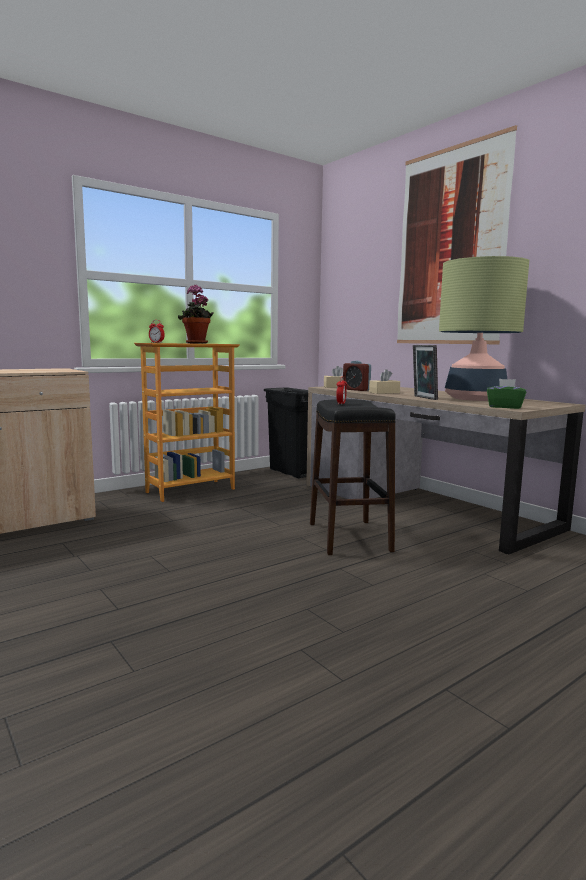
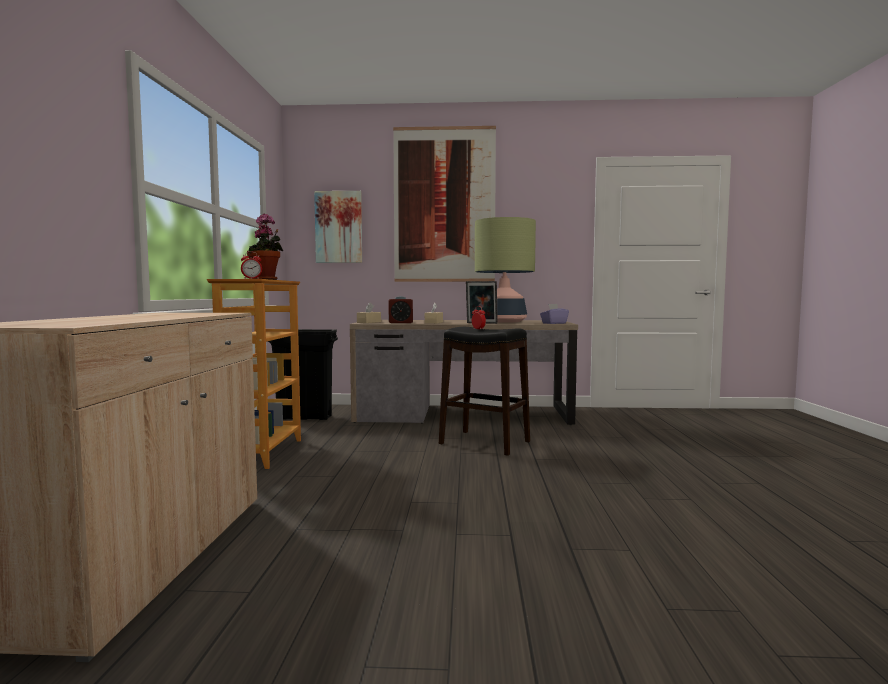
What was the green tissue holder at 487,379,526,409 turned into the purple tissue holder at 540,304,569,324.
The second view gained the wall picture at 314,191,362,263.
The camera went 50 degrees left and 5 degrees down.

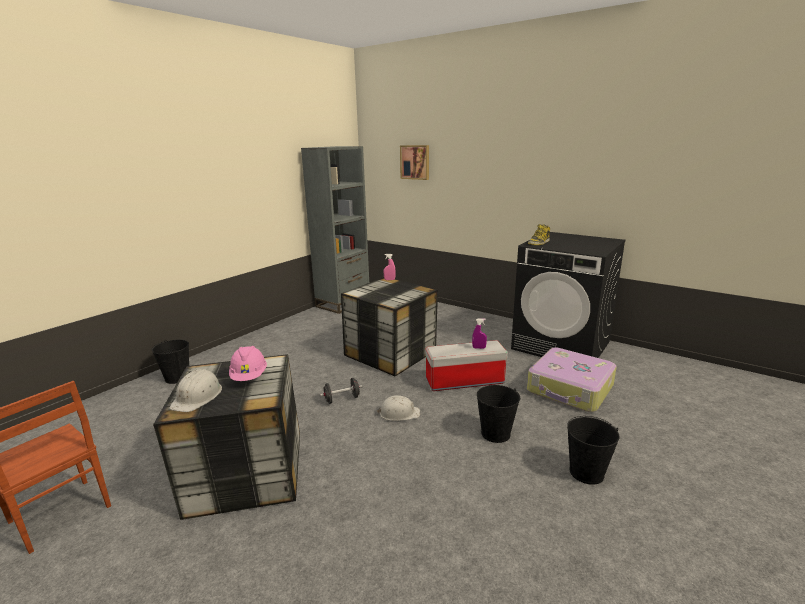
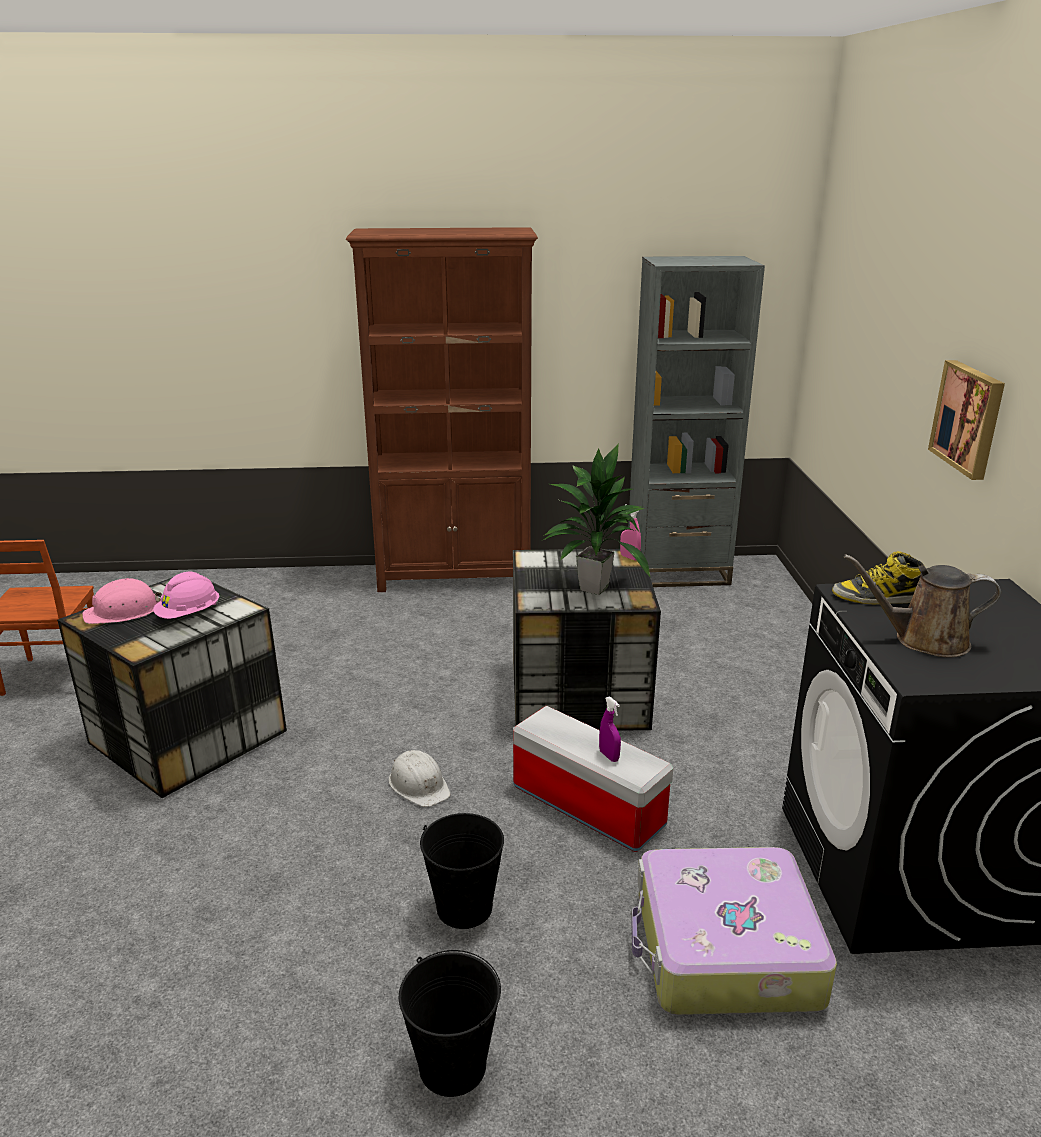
The wall picture ended up elsewhere, having gone from 400,145,429,180 to 928,360,1005,480.
The second view lost the black bucket at 151,340,189,384.
What was the white work helmet at 170,369,222,412 turned into the pink-coloured work helmet at 82,578,162,624.
The second view lost the black dumbbell at 320,378,362,404.
The second view gained the brown-coloured shelving unit at 346,227,538,592.
The second view gained the houseplant at 541,443,651,595.
The second view gained the brown-coloured watering can at 844,554,1001,658.
The camera went 50 degrees right and 5 degrees up.

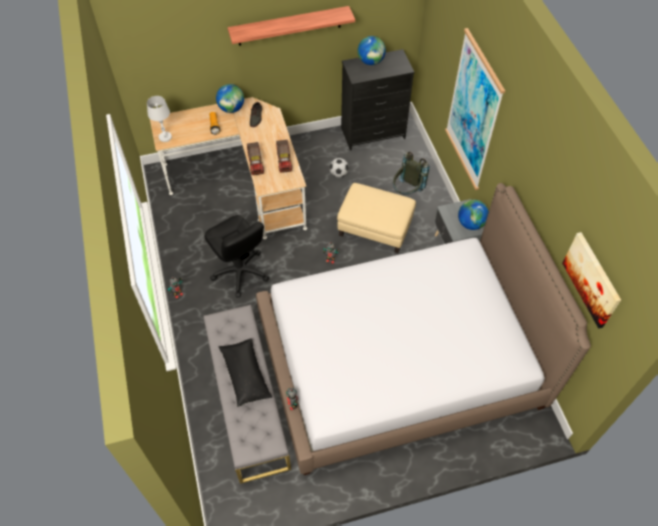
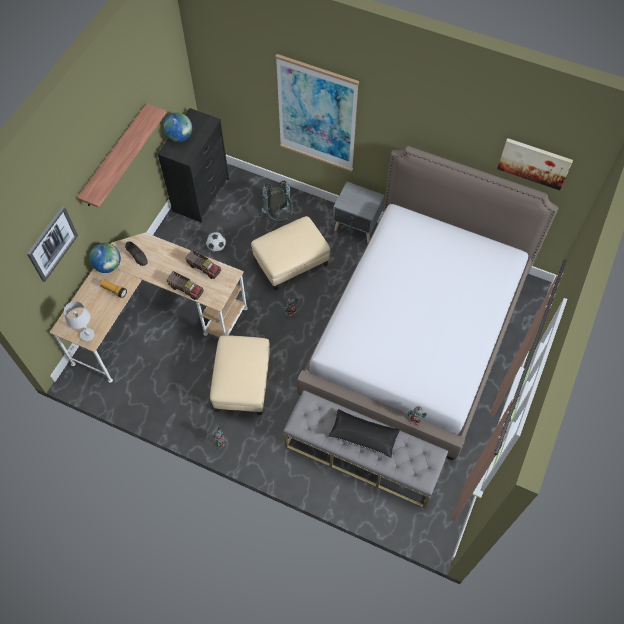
The second view lost the world globe at 458,200,489,230.
Where the black office chair stood at 205,215,269,298, the sand-coloured footrest came to stand at 210,335,270,415.
The second view gained the wall picture at 27,206,78,282.
The camera went 50 degrees left and 5 degrees up.

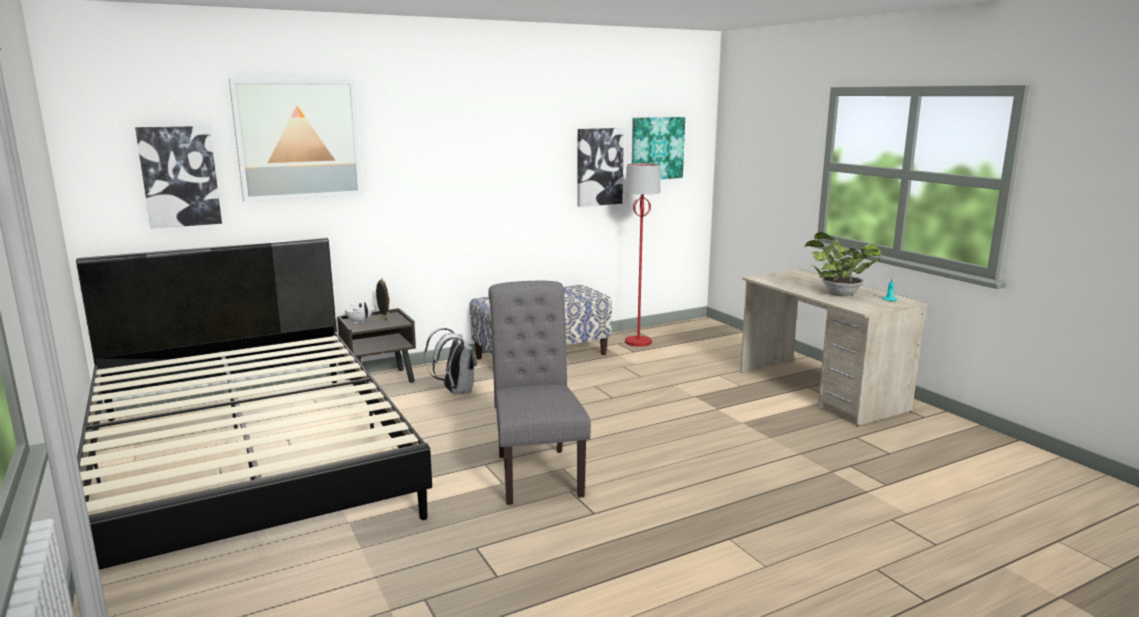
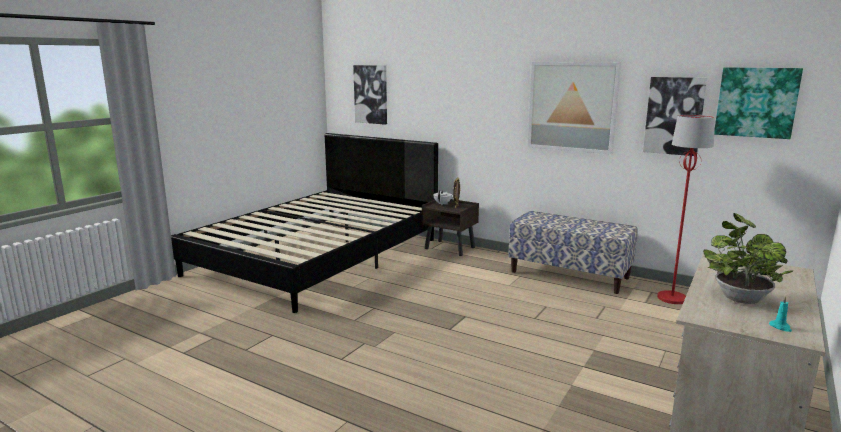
The wall picture ended up elsewhere, having gone from 229,78,363,202 to 527,62,621,154.
The second view lost the grey upright chair at 488,281,591,505.
The second view lost the white backpack at 424,328,477,395.
The camera went 60 degrees right and 0 degrees up.

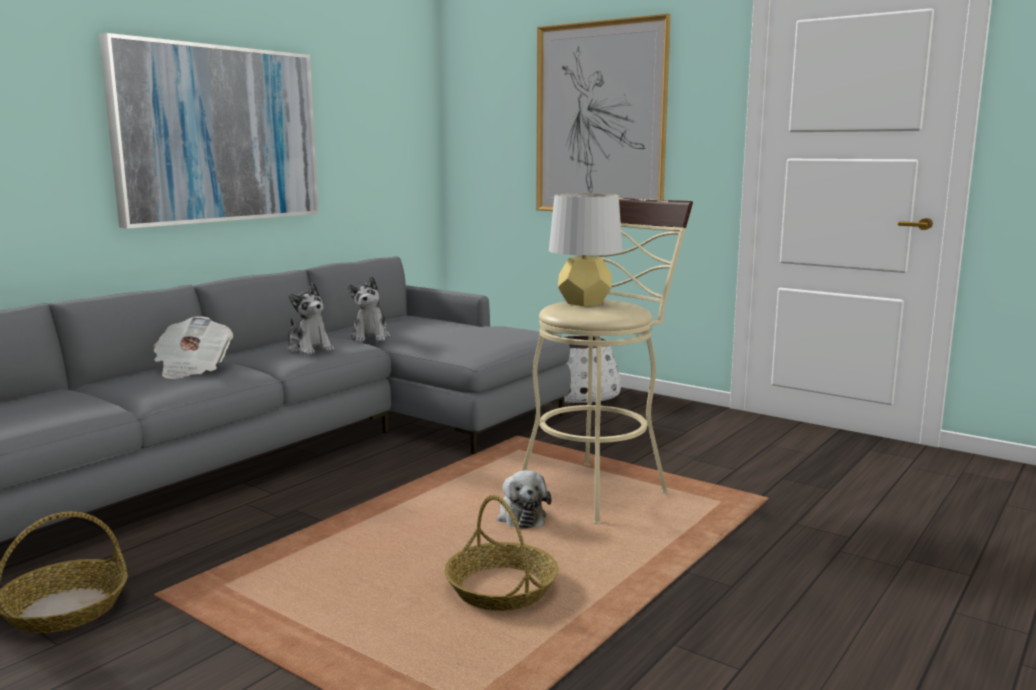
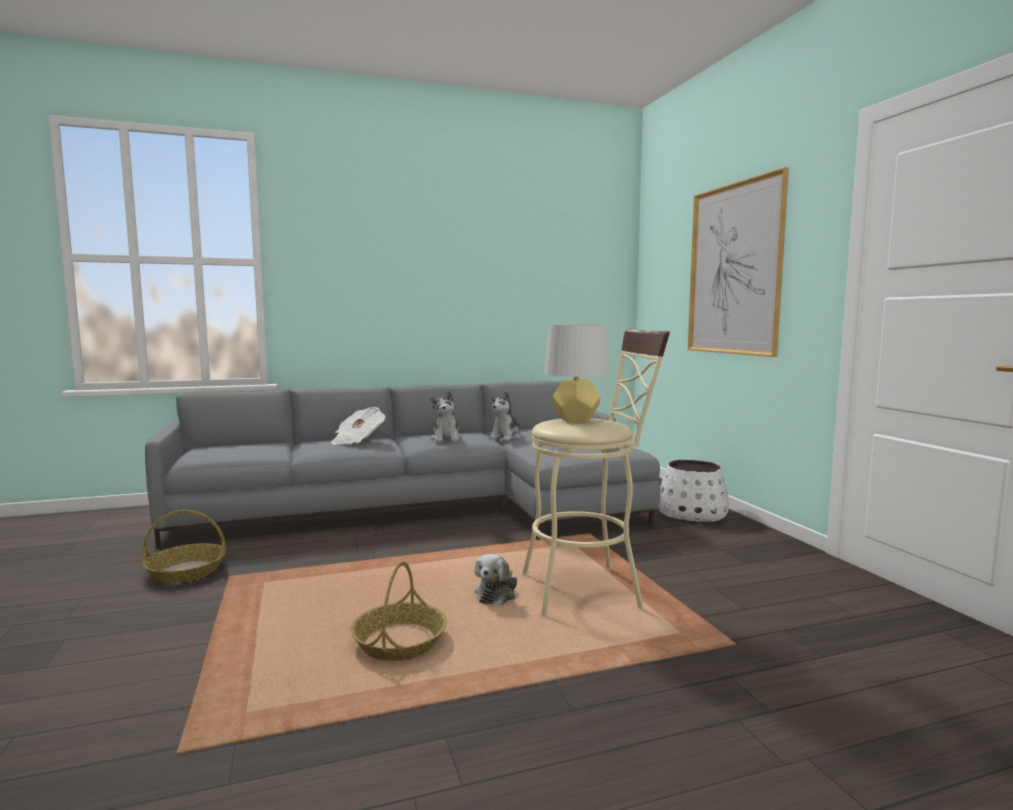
The second view lost the wall picture at 99,33,318,229.
The camera went 35 degrees right and 5 degrees down.

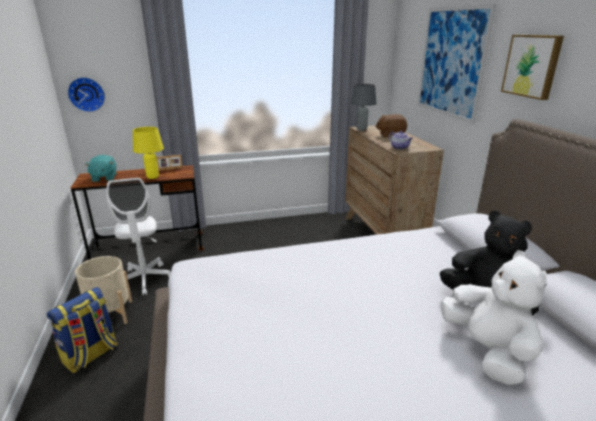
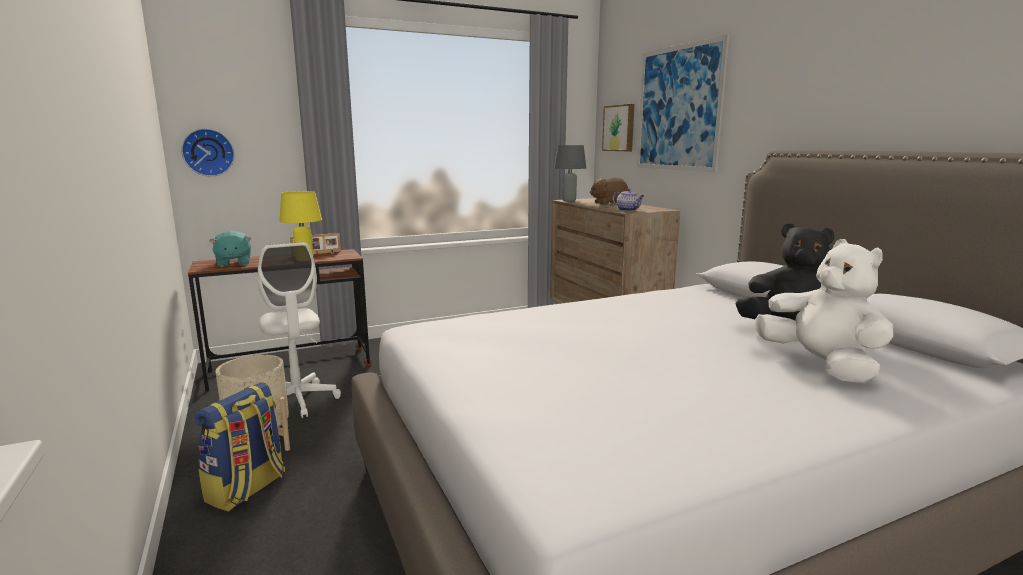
The wall picture ended up elsewhere, having gone from 501,35,564,100 to 602,104,635,151.
The camera went 10 degrees left and 10 degrees down.

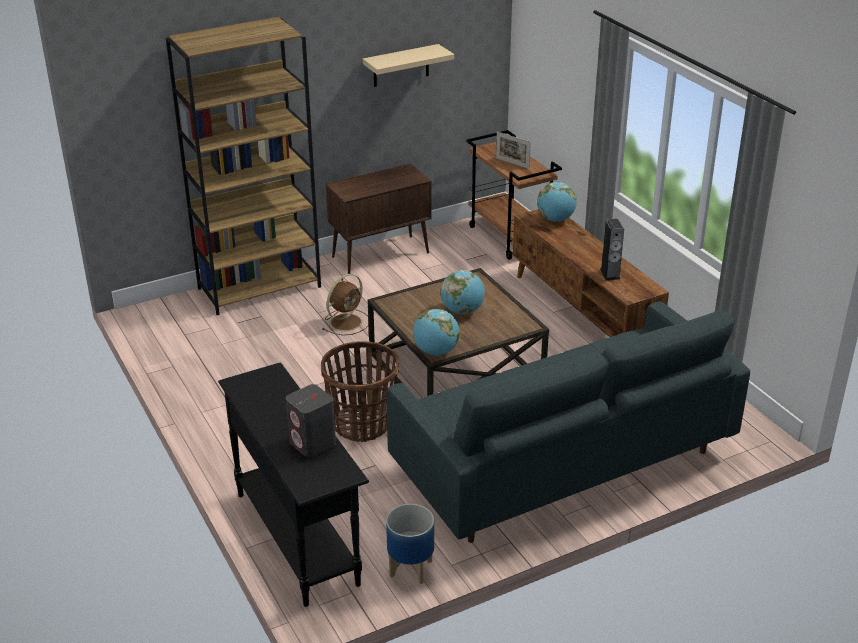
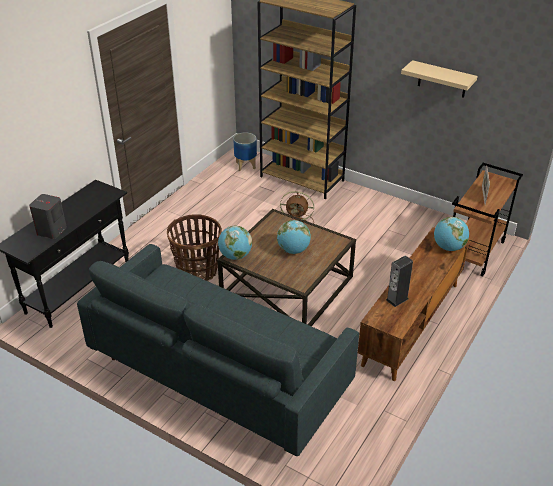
The second view lost the brown-coloured cupboard at 326,164,432,274.
The plant pot ended up elsewhere, having gone from 386,504,434,584 to 233,132,257,171.
The camera went 60 degrees right and 5 degrees up.

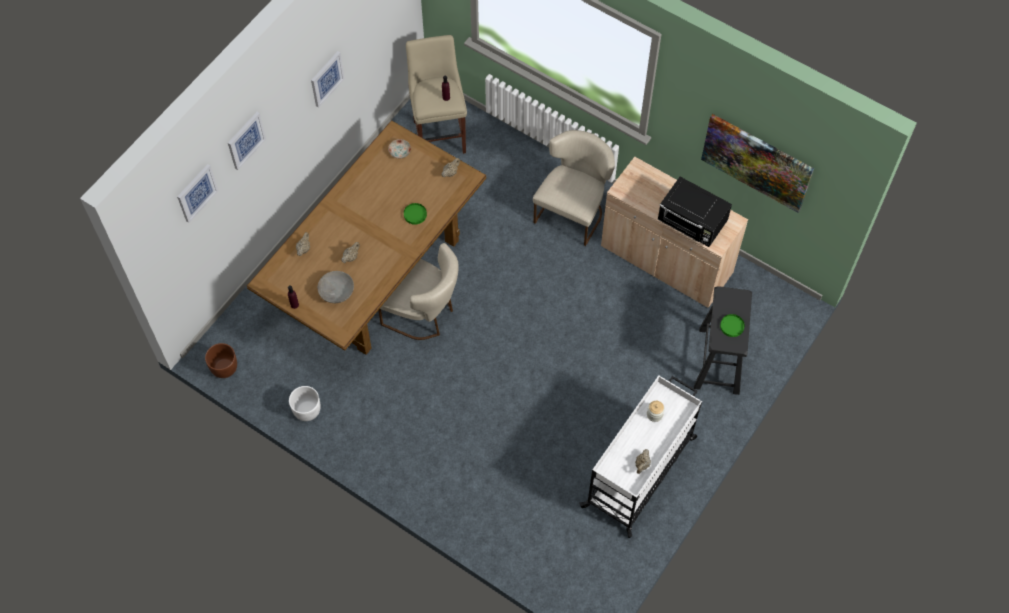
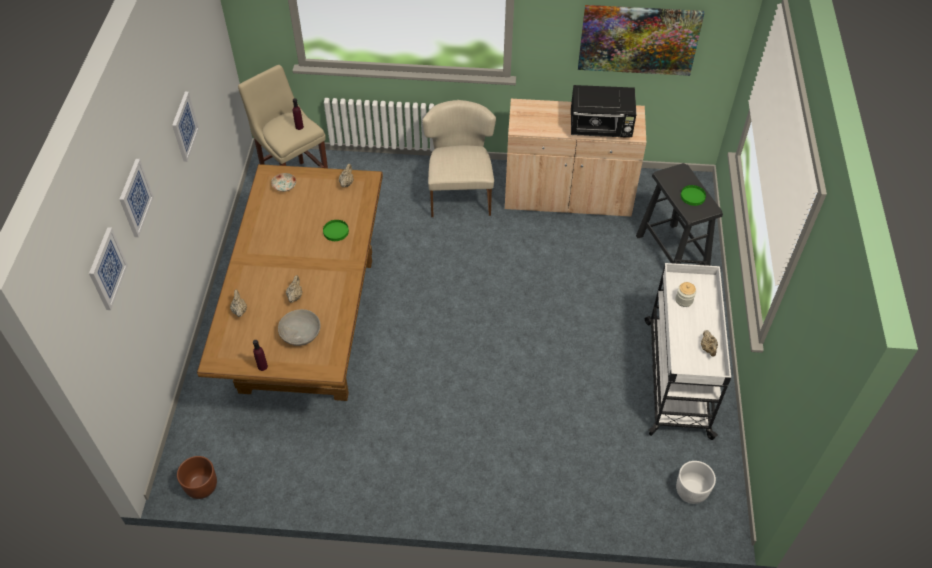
The second view lost the sand-coloured upright chair at 378,243,459,340.
The white plant pot ended up elsewhere, having gone from 289,386,320,421 to 676,461,716,504.
The camera went 30 degrees left and 10 degrees down.

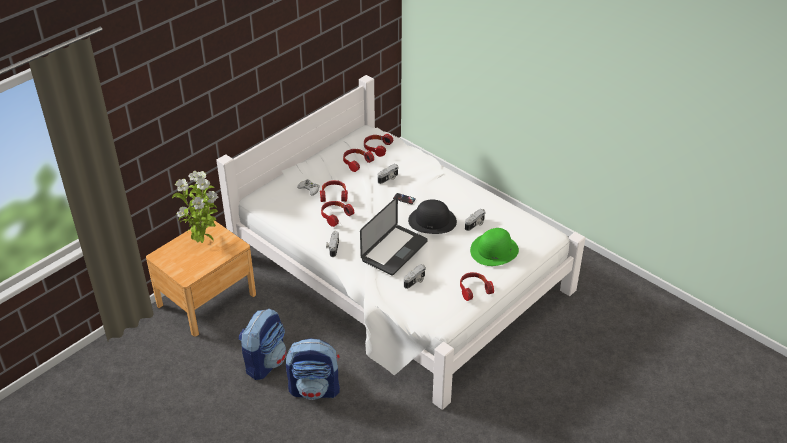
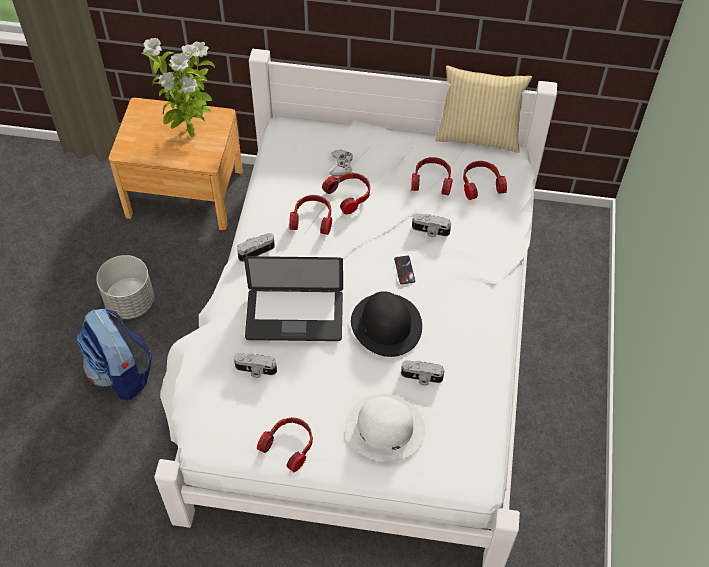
What was the green hat at 470,228,519,266 turned into the white hat at 345,393,425,462.
Where the backpack stood at 239,308,287,380, the grey plant pot came to stand at 96,255,154,319.
The second view gained the cushion at 435,66,532,153.
The camera went 55 degrees right and 15 degrees up.

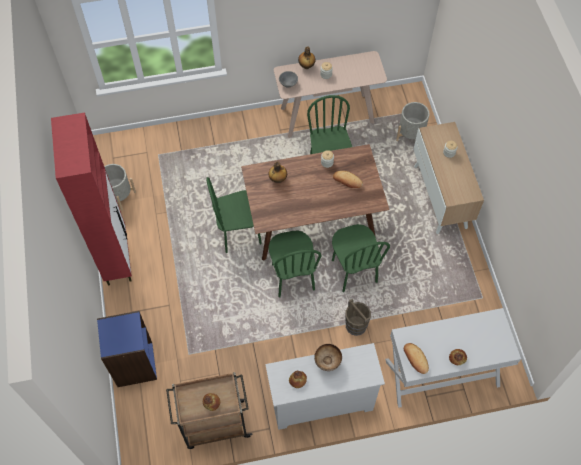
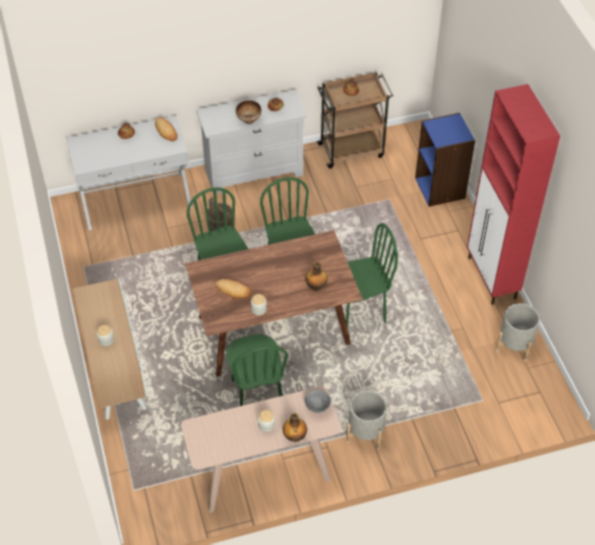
The grey plant pot ended up elsewhere, having gone from 396,102,429,141 to 346,390,387,450.
The camera went 175 degrees right and 10 degrees down.

